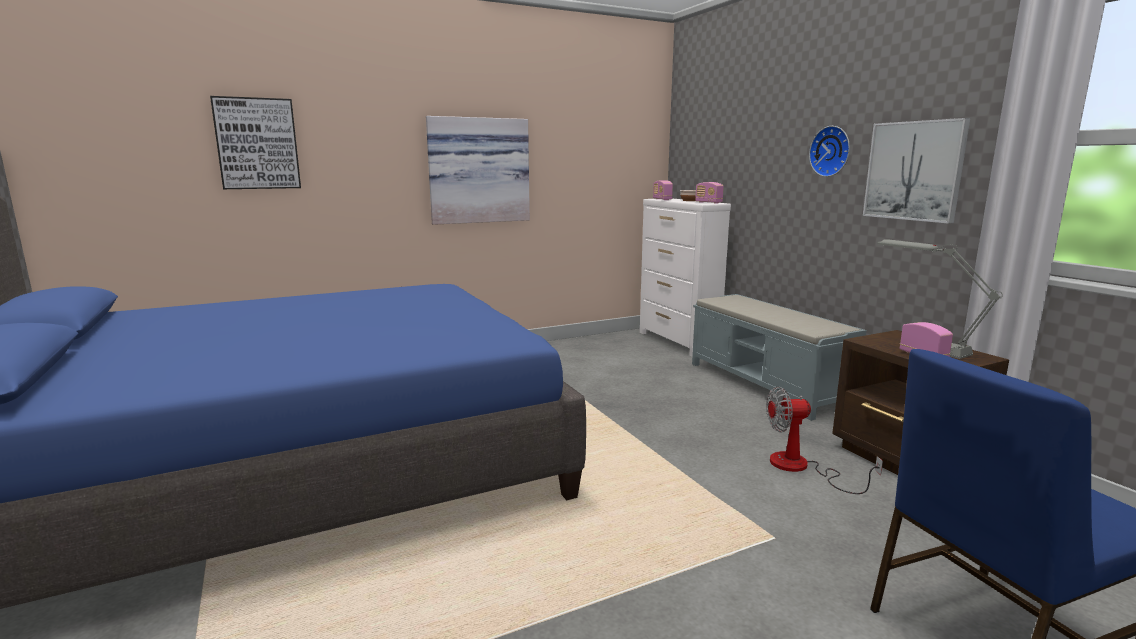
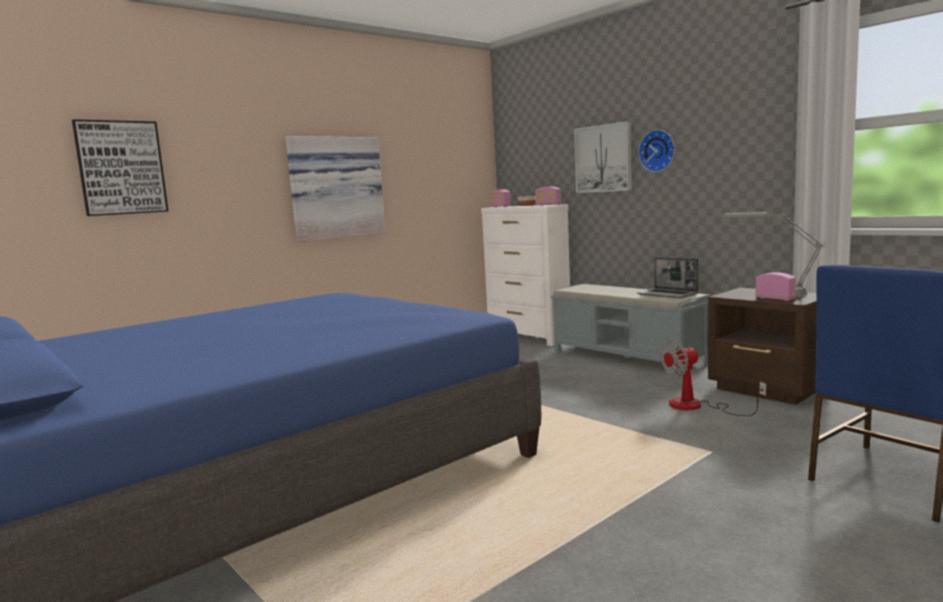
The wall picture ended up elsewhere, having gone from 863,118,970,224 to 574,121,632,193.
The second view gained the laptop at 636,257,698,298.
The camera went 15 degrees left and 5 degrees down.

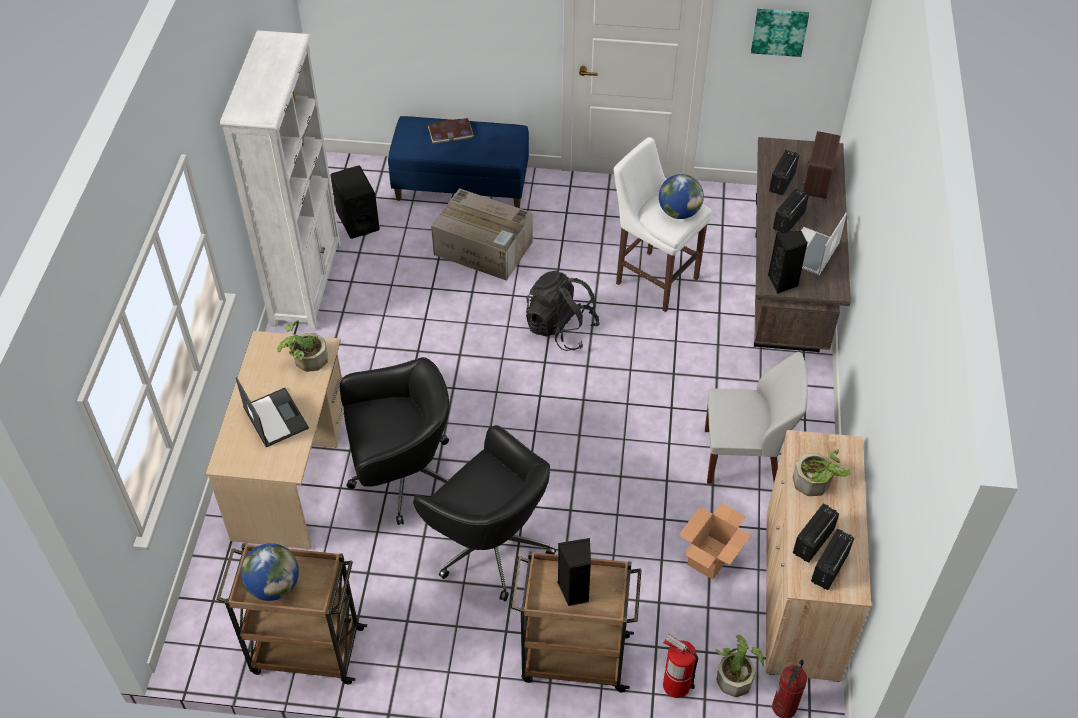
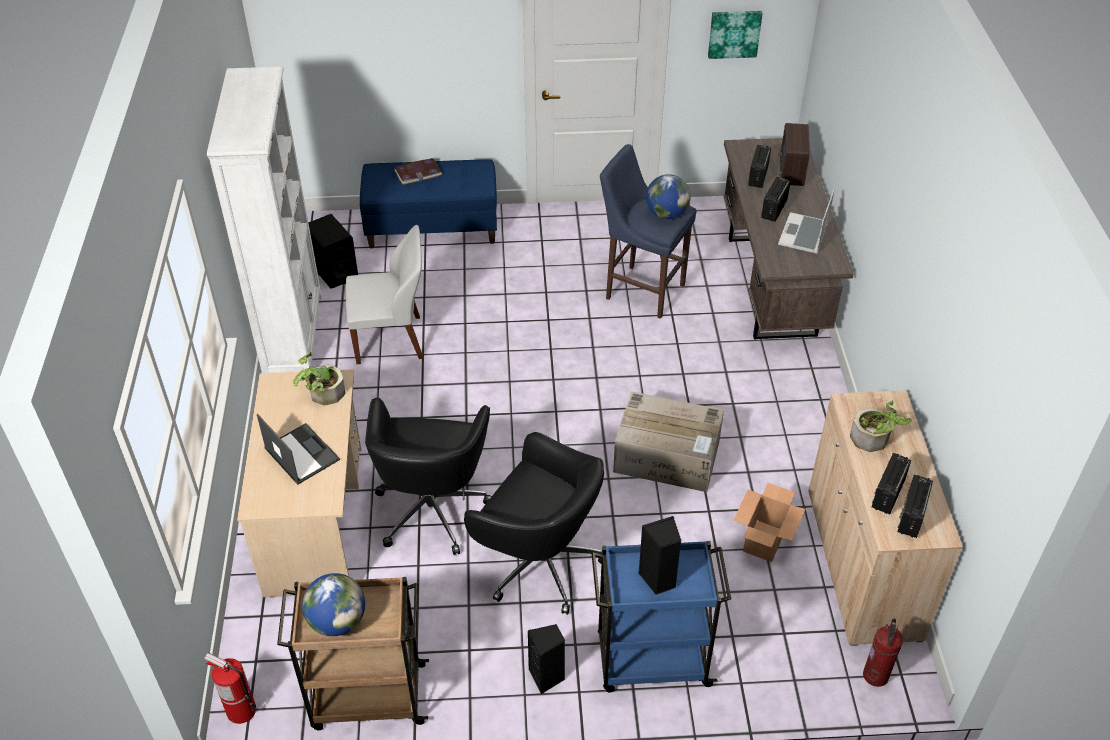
What was the white sitting stool at 614,137,712,312 turned into the blue sitting stool at 600,144,696,319.
The packing box ended up elsewhere, having gone from 431,188,533,281 to 613,391,724,492.
The black speaker ended up elsewhere, having gone from 768,231,808,294 to 528,624,565,694.
The second view lost the black backpack at 526,270,600,351.
The white upright chair ended up elsewhere, having gone from 705,352,808,484 to 346,225,423,364.
The black office chair at 340,357,449,525 ended up facing another way, 120 degrees clockwise from before.
What was the brown-coloured cart at 511,551,641,693 turned into the blue cart at 592,541,731,692.
The fire extinguisher ended up elsewhere, having gone from 663,634,698,698 to 204,653,256,724.
The second view lost the houseplant at 715,635,764,697.
The camera went 10 degrees left and 5 degrees down.

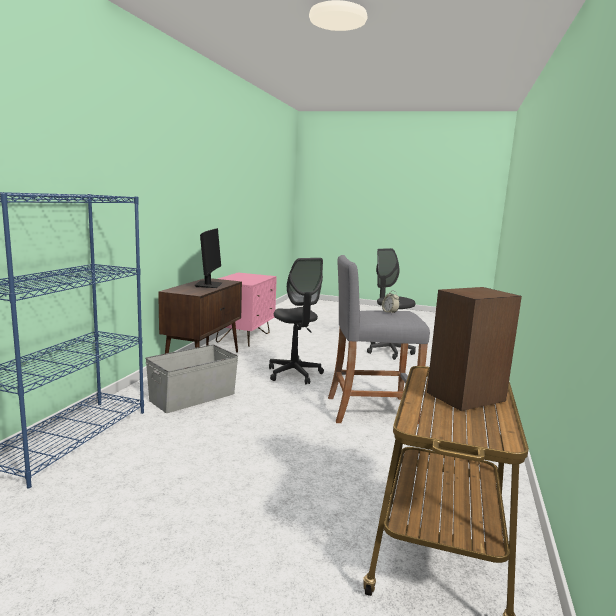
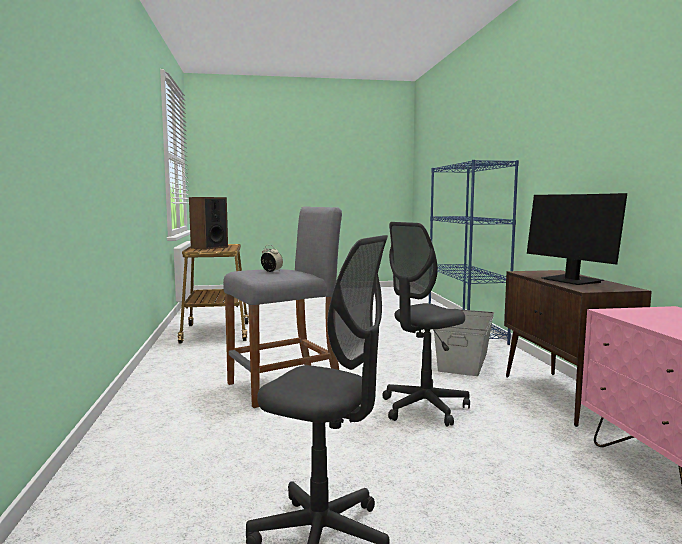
The grey office chair at 269,258,324,384 ended up facing another way, 75 degrees counterclockwise from before.
The camera went 155 degrees right and 5 degrees down.

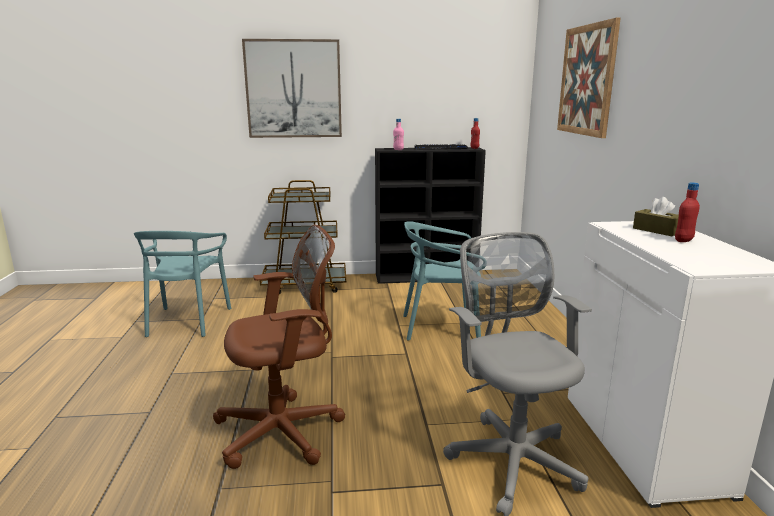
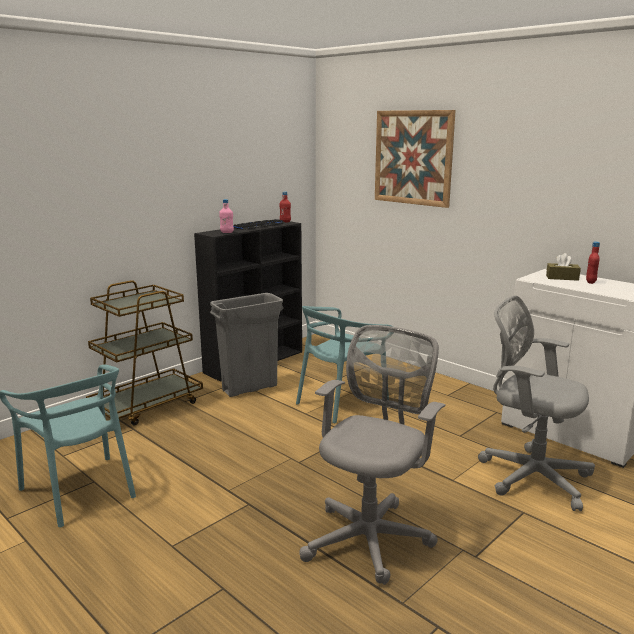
The second view lost the wall picture at 242,39,342,138.
What was the brown-coloured office chair at 213,225,345,469 turned into the grey office chair at 300,325,446,585.
The second view gained the grey waste bin at 210,293,284,397.
The camera went 40 degrees left and 0 degrees up.

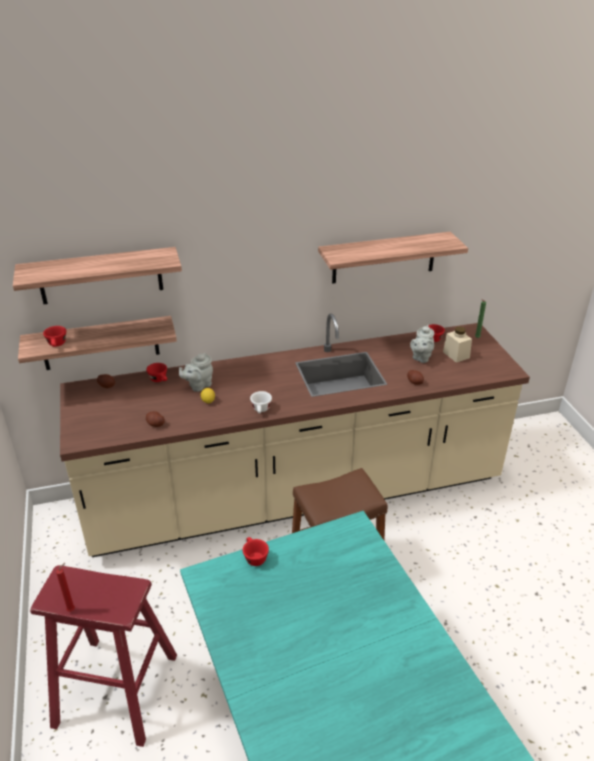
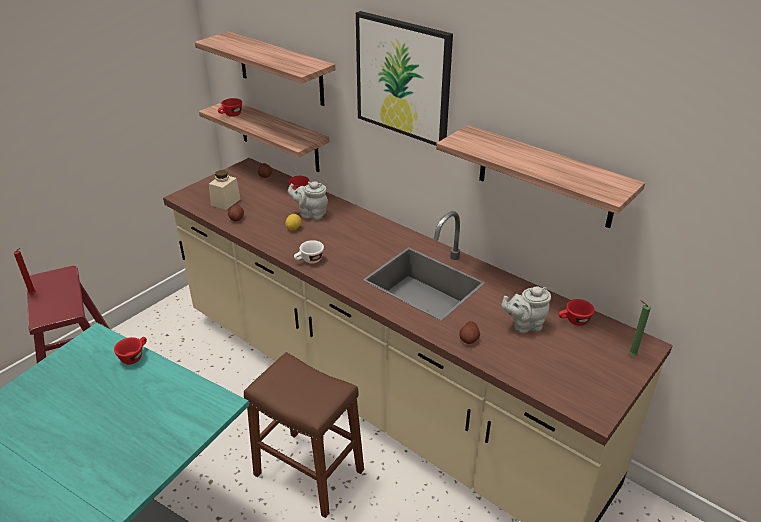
The sand-coloured jar ended up elsewhere, having gone from 443,326,472,363 to 209,170,241,210.
The second view gained the wall picture at 356,11,453,146.
The camera went 55 degrees right and 0 degrees up.

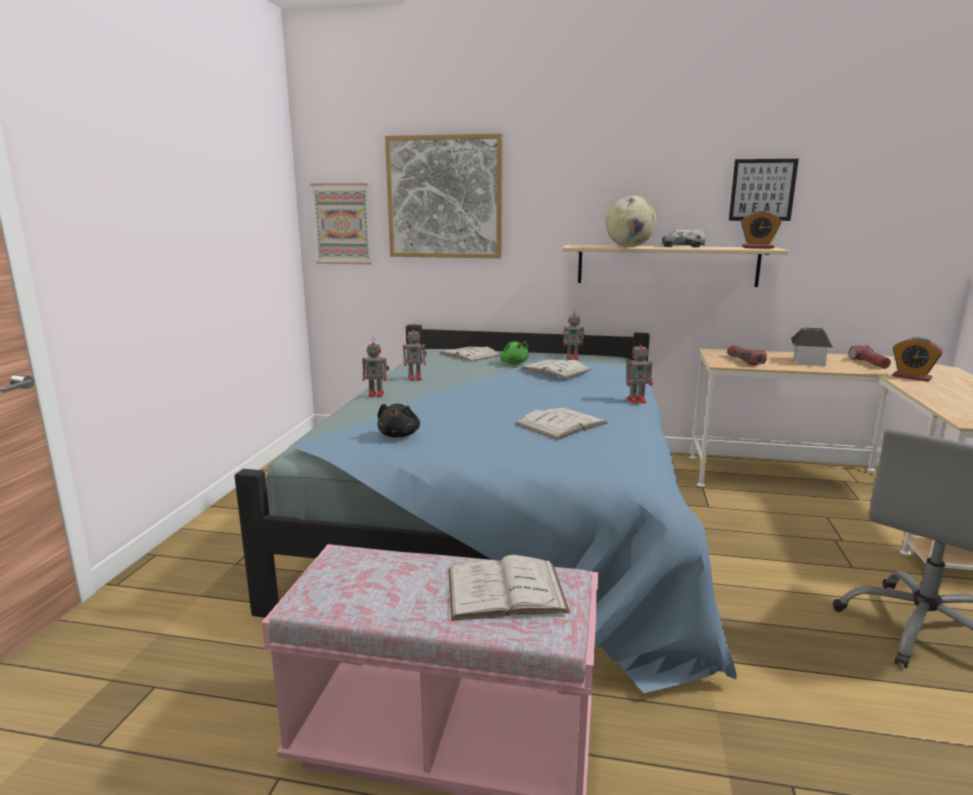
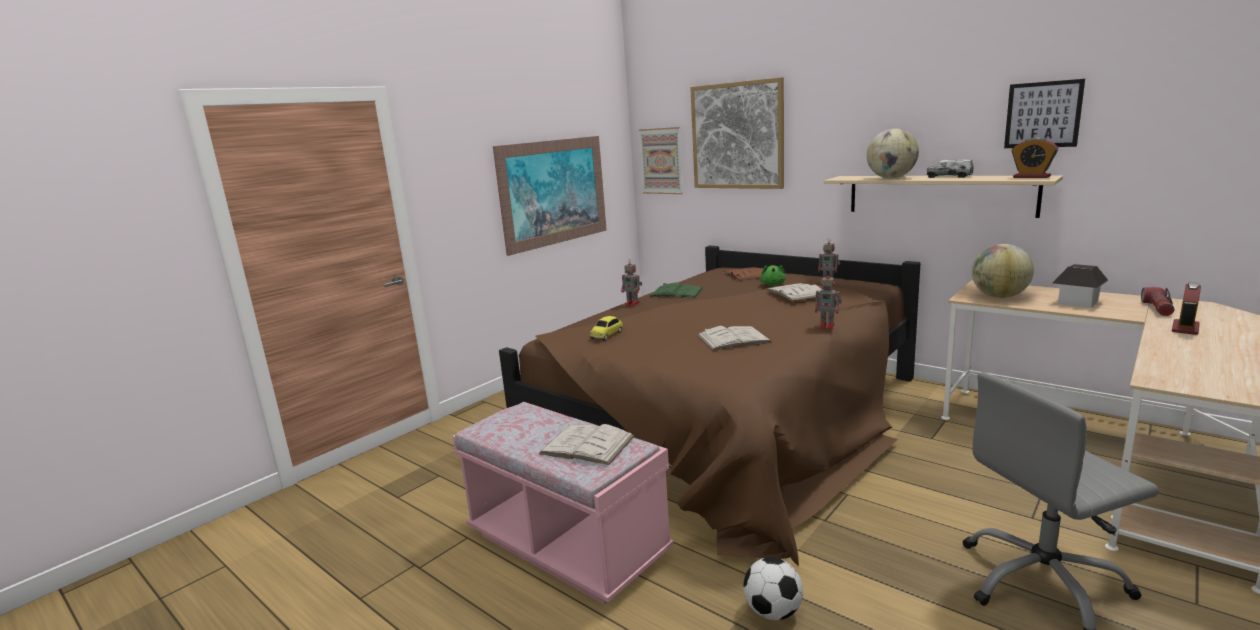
What was the blue bed at 234,324,737,693 turned into the brown-coloured bed at 499,245,921,567.
Where the robot figure stood at 403,326,427,381, the green bound book came to stand at 649,283,704,298.
The alarm clock at 892,337,943,382 ended up facing another way, 60 degrees clockwise from before.
Where the torch stood at 727,345,767,365, the world globe came to stand at 972,244,1034,298.
What was the white bound book at 440,346,501,362 turned into the brown-coloured bound book at 723,267,763,281.
Where the black cuddly toy stood at 378,403,420,438, the model car came to stand at 590,316,623,341.
The second view gained the wall picture at 493,136,607,256.
The second view gained the football ball at 744,557,803,620.
The camera went 30 degrees right and 0 degrees up.

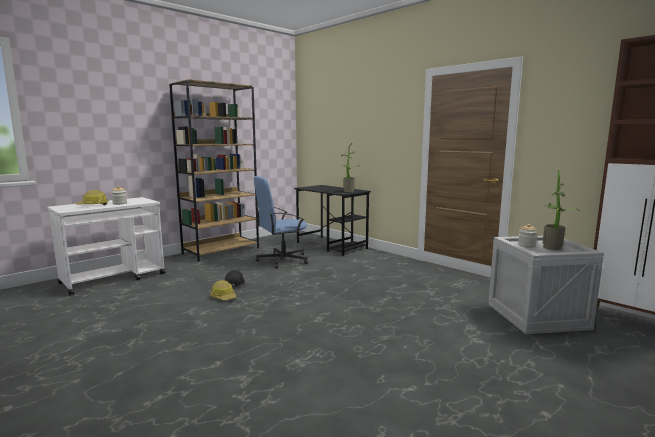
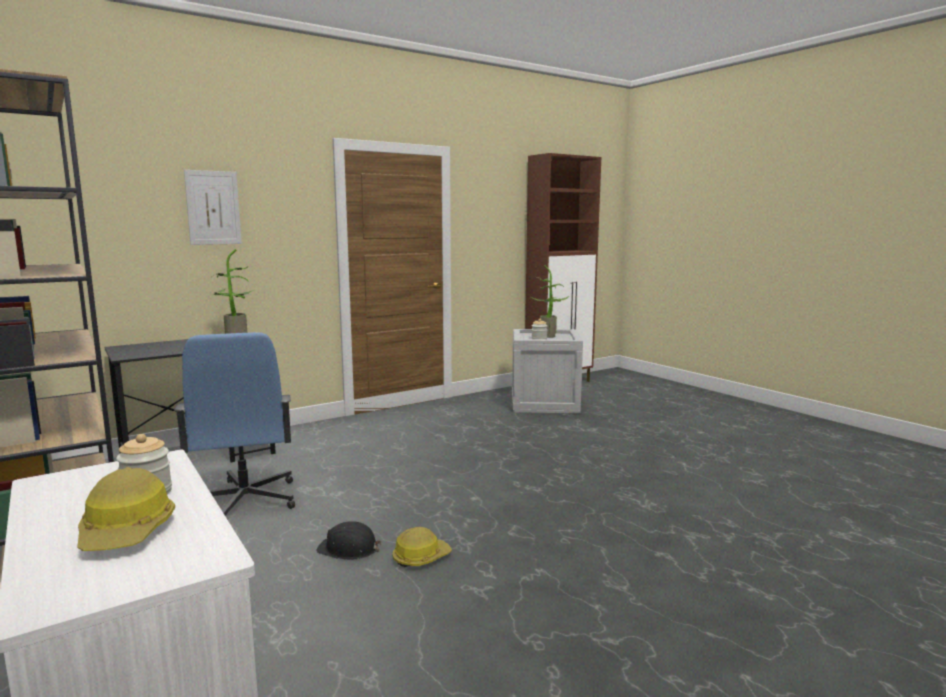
The second view gained the wall picture at 184,170,242,245.
The camera went 80 degrees left and 0 degrees up.

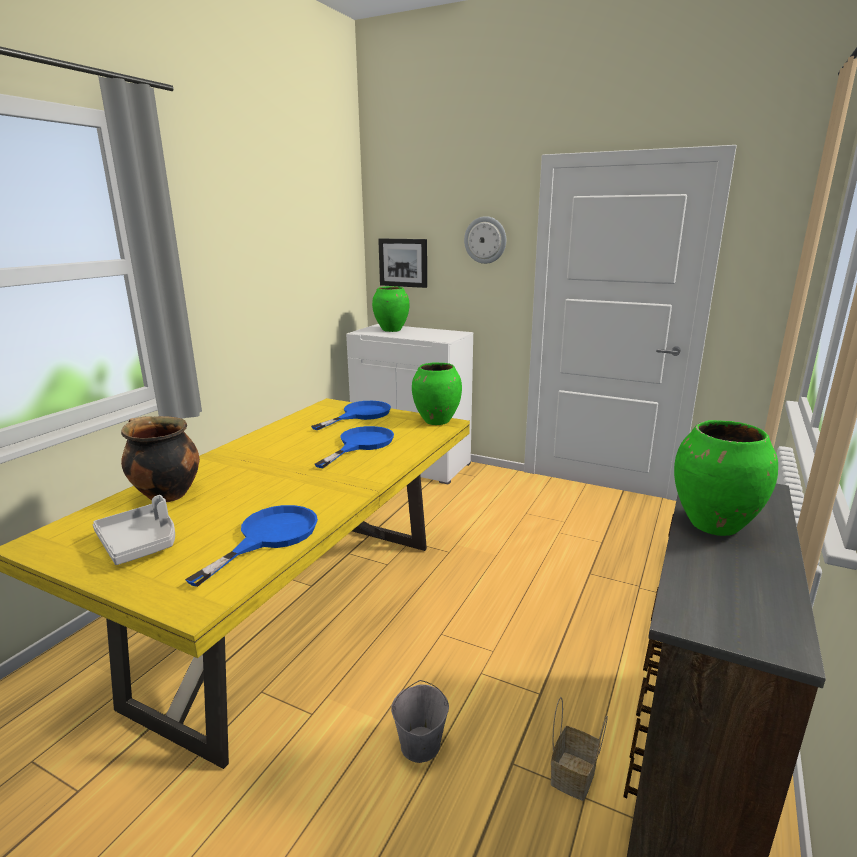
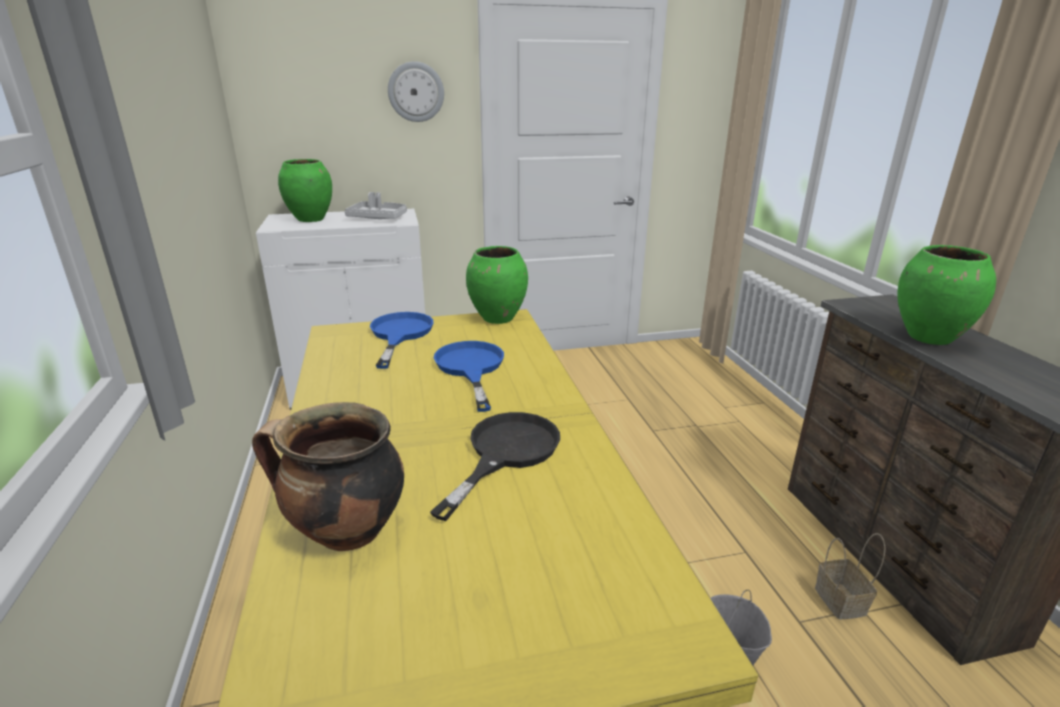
The second view lost the wall picture at 378,239,427,288.
The grey serving tray ended up elsewhere, having gone from 93,495,175,565 to 345,192,407,219.
The second view lost the blue pan at 185,505,318,587.
The second view gained the black pan at 430,412,560,521.
The camera went 40 degrees left and 5 degrees up.

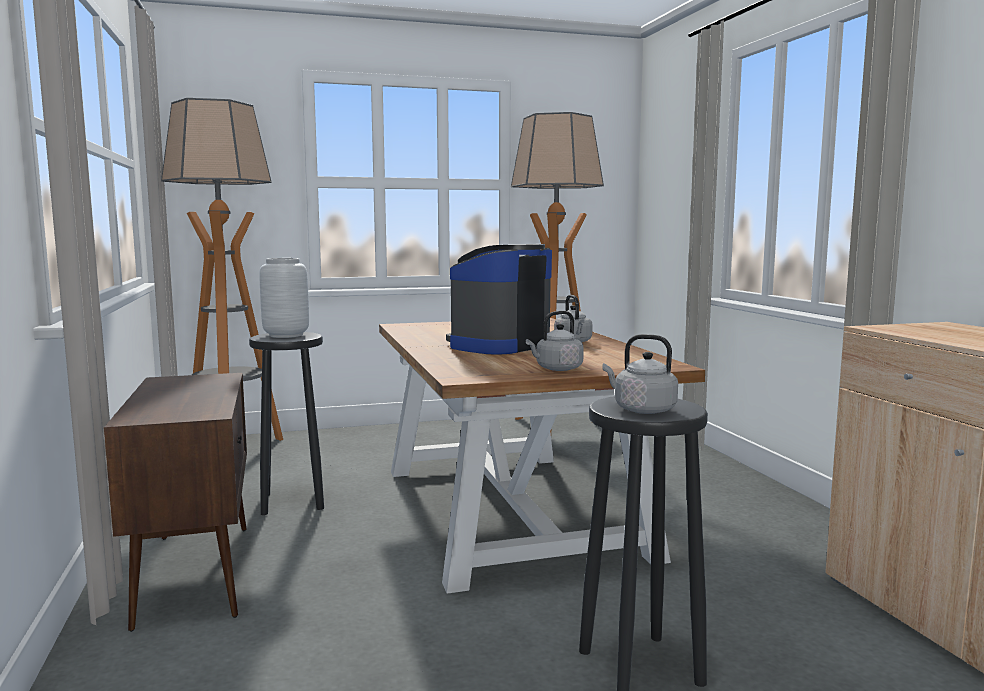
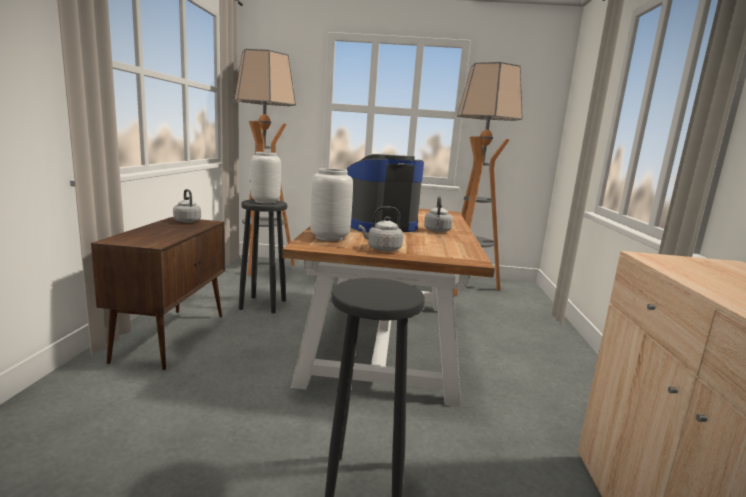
The grey kettle ended up elsewhere, having gone from 603,334,678,414 to 173,189,201,223.
The second view gained the grey vase at 310,168,353,241.
The camera went 20 degrees right and 5 degrees up.

